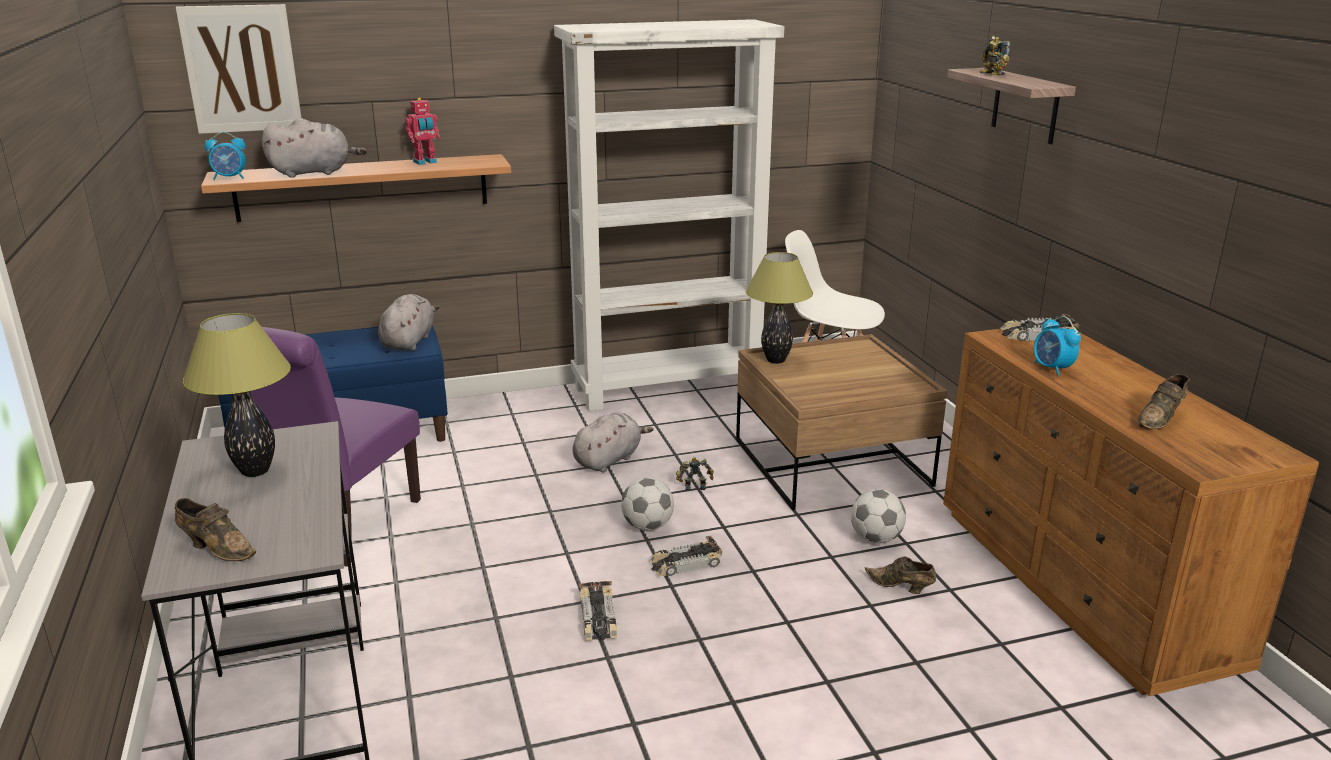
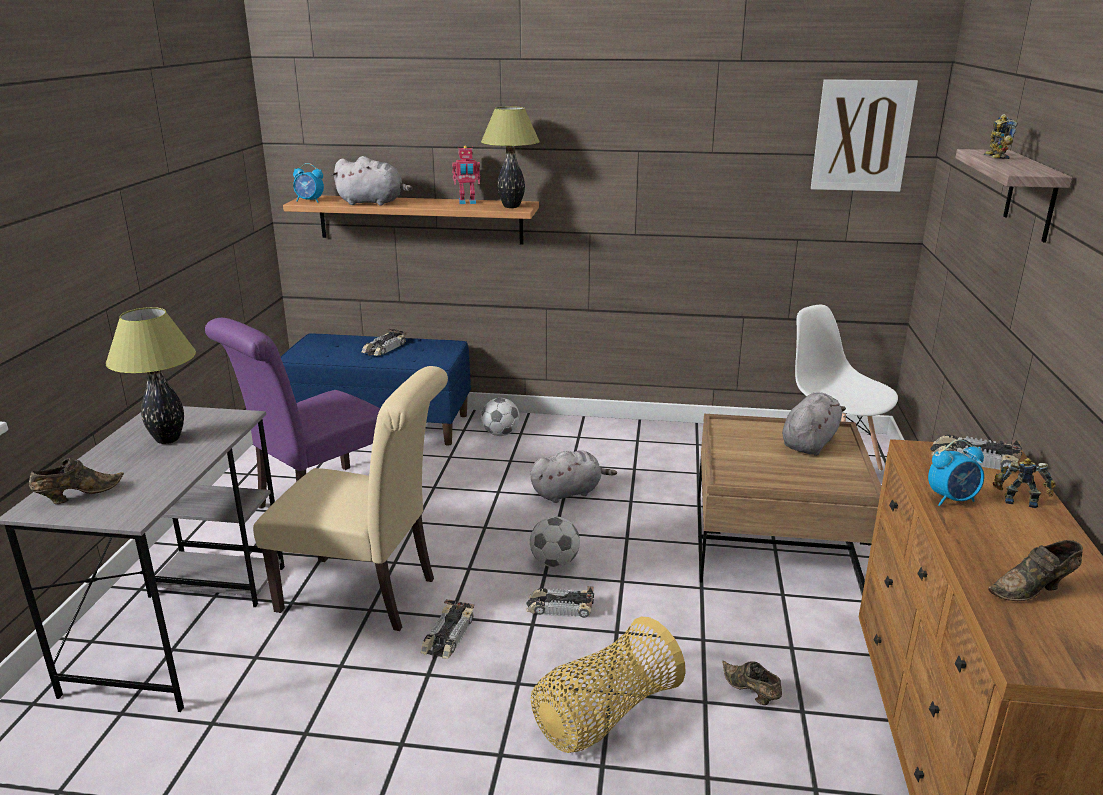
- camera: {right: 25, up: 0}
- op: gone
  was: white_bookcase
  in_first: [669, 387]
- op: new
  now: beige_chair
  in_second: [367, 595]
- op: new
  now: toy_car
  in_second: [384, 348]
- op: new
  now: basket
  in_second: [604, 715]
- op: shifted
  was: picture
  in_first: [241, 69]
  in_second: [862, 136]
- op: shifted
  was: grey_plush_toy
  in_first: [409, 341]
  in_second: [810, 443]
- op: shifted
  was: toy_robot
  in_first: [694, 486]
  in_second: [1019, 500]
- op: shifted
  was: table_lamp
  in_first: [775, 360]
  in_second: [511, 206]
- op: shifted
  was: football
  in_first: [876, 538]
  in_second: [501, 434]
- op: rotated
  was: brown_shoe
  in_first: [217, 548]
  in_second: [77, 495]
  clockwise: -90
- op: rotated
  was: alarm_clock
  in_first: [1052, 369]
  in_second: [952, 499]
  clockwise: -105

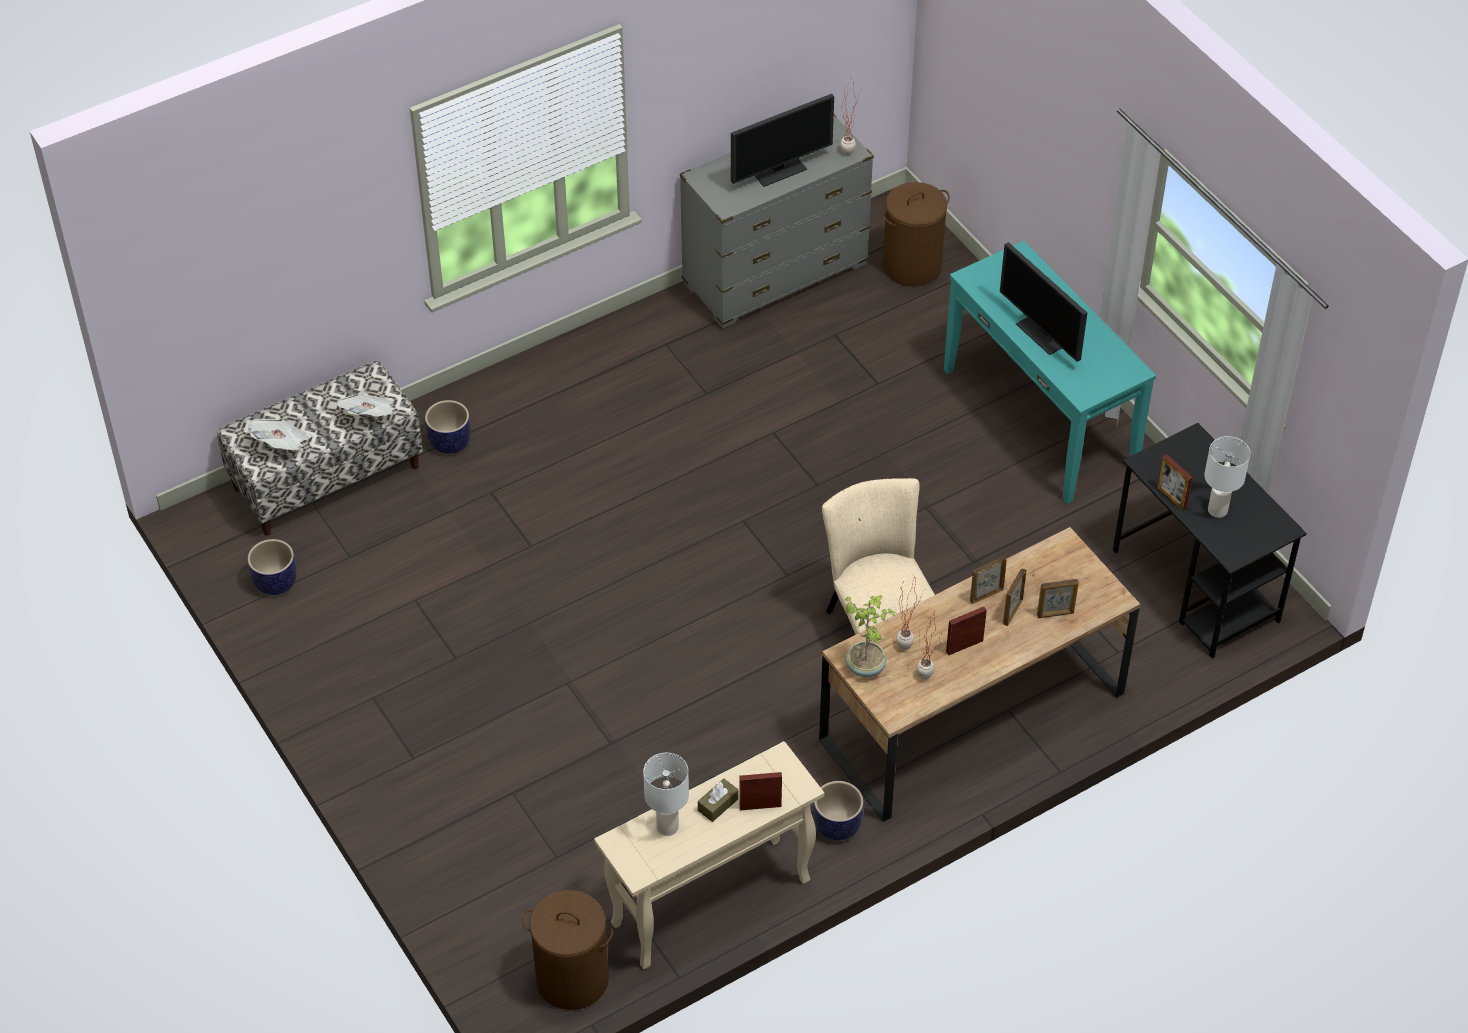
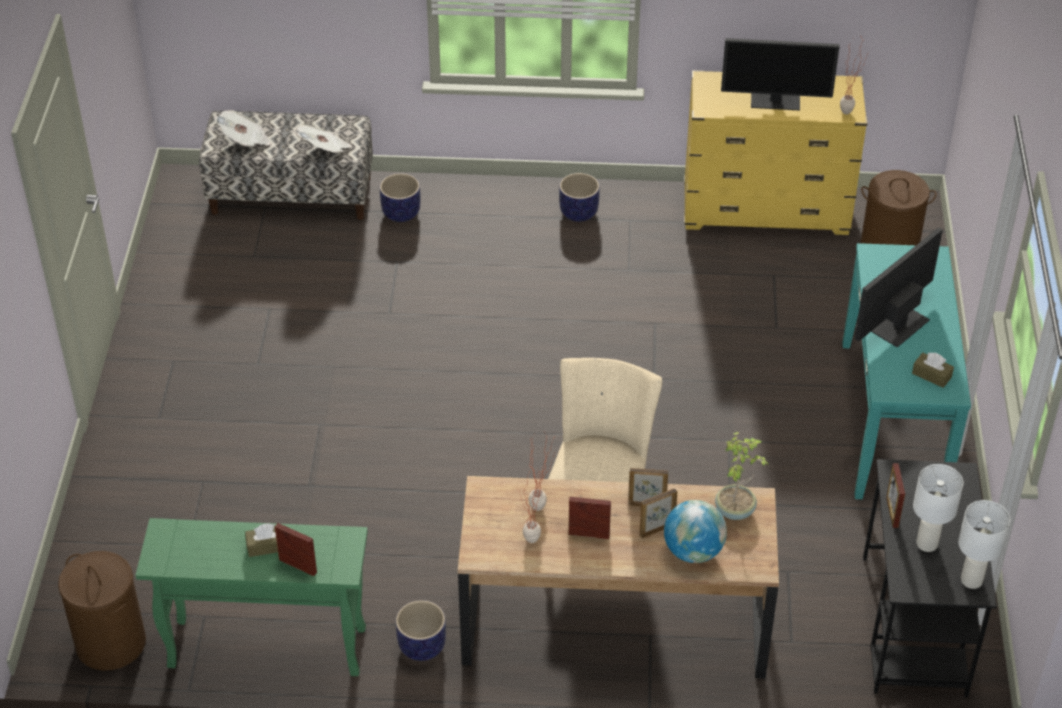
- camera: {right: 35, up: -5}
- op: new
  now: brown_tissue_box
  in_second: [931, 375]
- op: shifted
  was: planter
  in_first: [275, 582]
  in_second: [579, 212]
- op: shifted
  was: white_table_lamp
  in_first: [668, 826]
  in_second: [972, 580]
- op: shifted
  was: potted_plant
  in_first: [866, 666]
  in_second: [735, 510]
- op: swapped
  was: picture_frame
  now: globe
  in_first: [1055, 614]
  in_second: [693, 551]
- op: repainted
  was: beige_console_table
  now: green_console_table
  in_first: [709, 904]
  in_second: [265, 648]
- op: repainted
  was: grey_dresser
  now: yellow_dresser
  in_first: [775, 275]
  in_second: [766, 210]
- op: rotated
  was: monitor
  in_first: [1045, 333]
  in_second: [898, 325]
  clockwise: 45

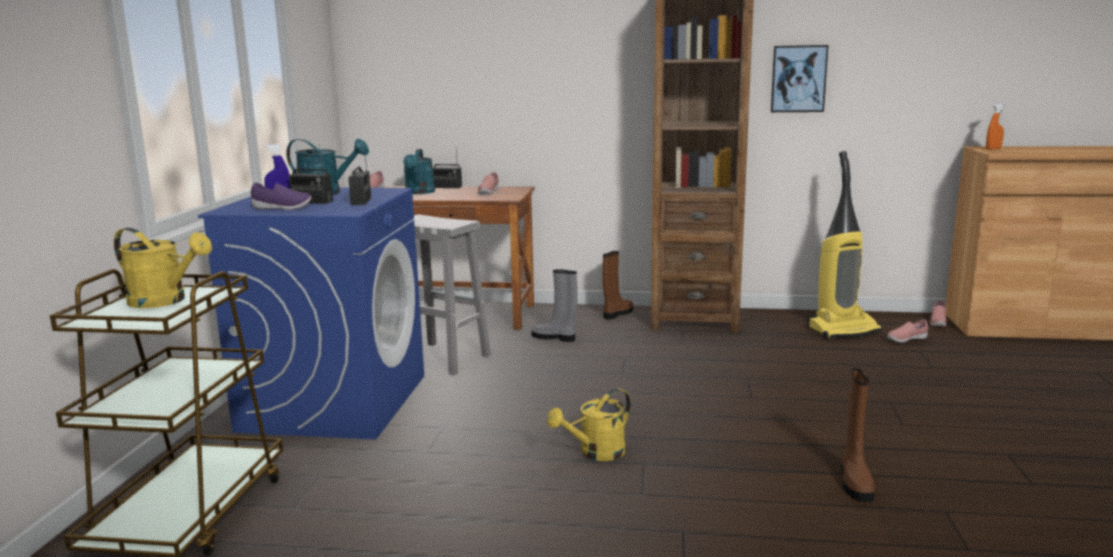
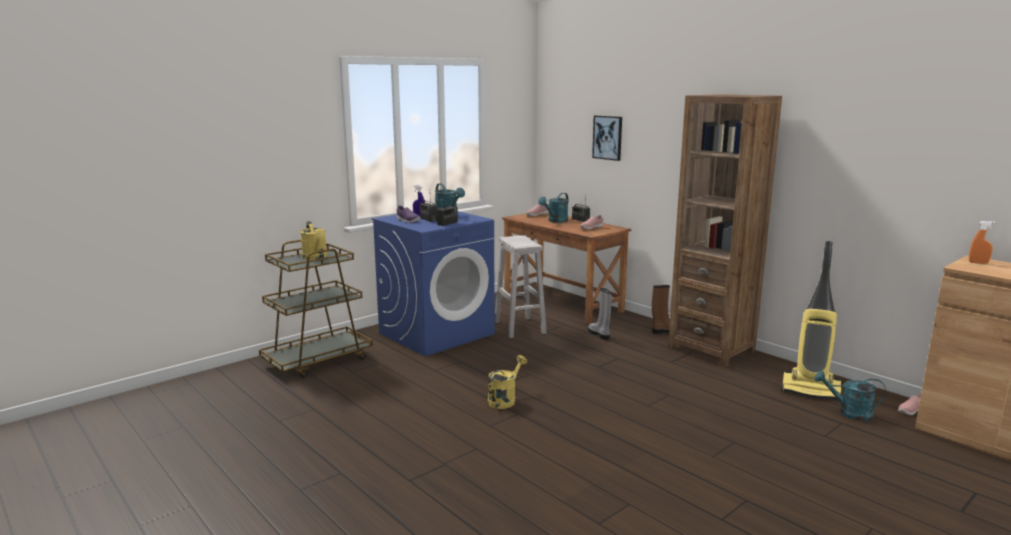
- camera: {right: 40, up: 0}
- op: gone
  was: brown_boot
  in_first: [854, 482]
- op: shifted
  was: picture
  in_first: [798, 79]
  in_second: [608, 137]
- op: swapped
  was: pink_shoe
  now: turquoise_watering_can
  in_first: [906, 340]
  in_second: [849, 413]
- op: rotated
  was: yellow_watering_can
  in_first: [595, 453]
  in_second: [504, 400]
  clockwise: 120

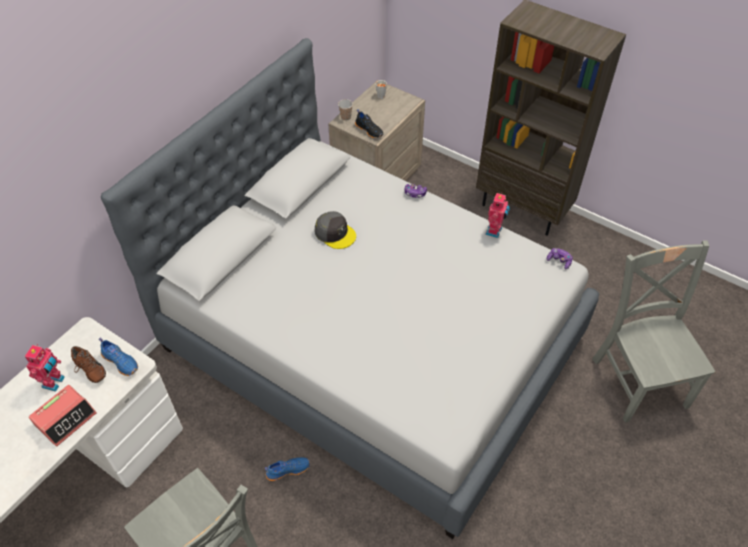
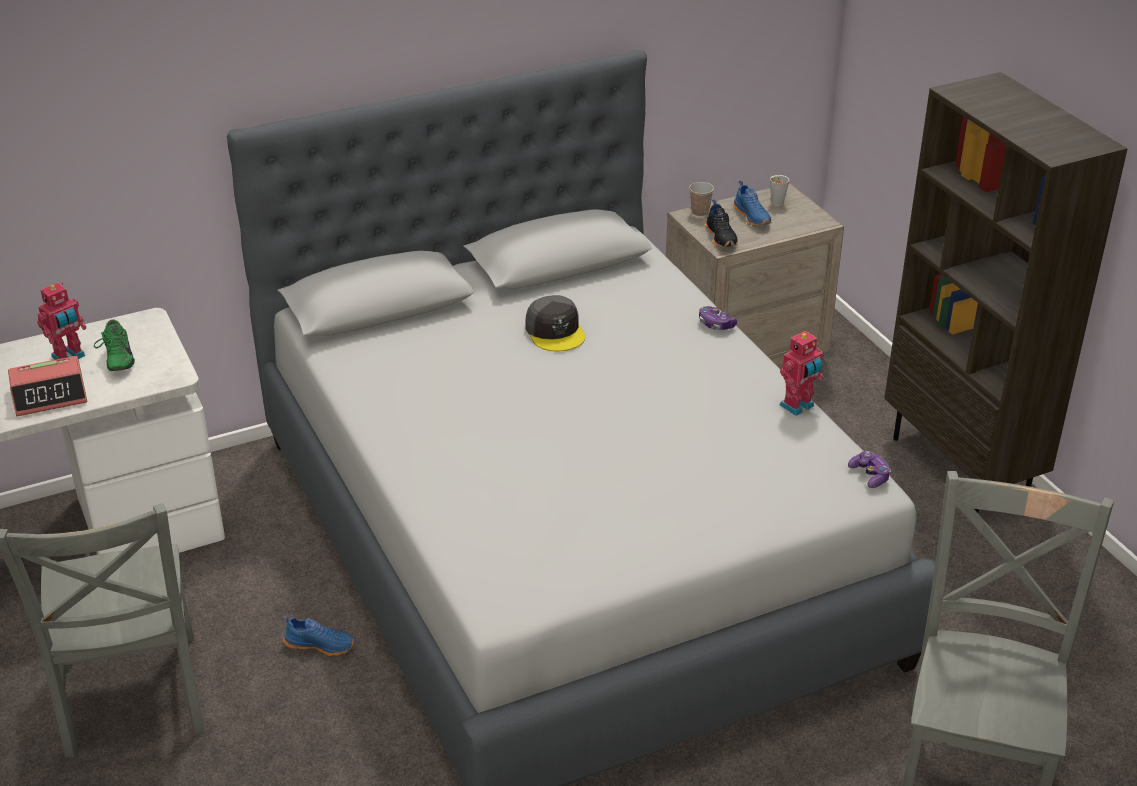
- camera: {right: 30, up: -15}
- op: shifted
  was: blue_shoe
  in_first: [121, 361]
  in_second: [753, 216]
- op: repainted
  was: brown_shoe
  now: green_shoe
  in_first: [89, 370]
  in_second: [116, 360]

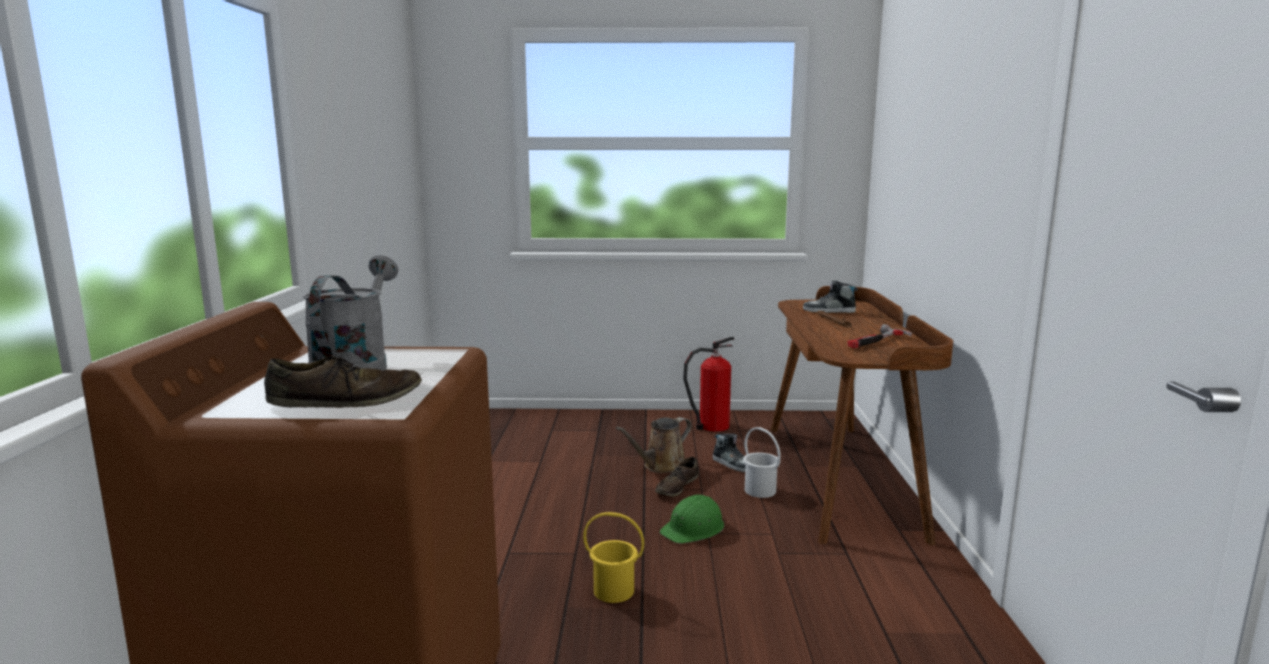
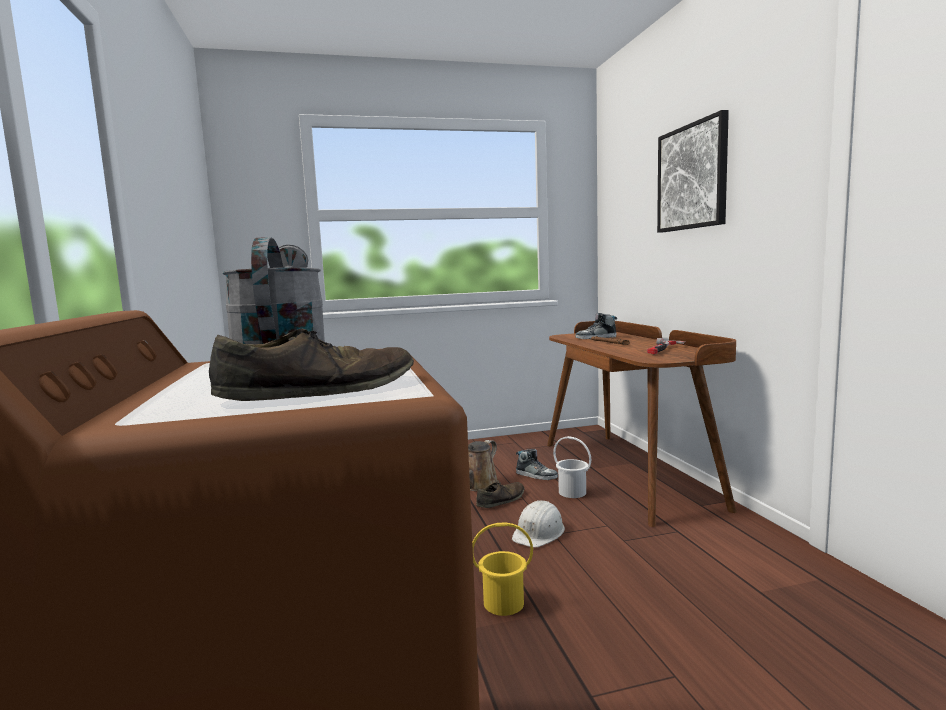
- camera: {right: -15, up: -5}
- op: gone
  was: fire_extinguisher
  in_first: [711, 426]
- op: new
  now: picture
  in_second: [692, 177]
- op: repainted
  was: green_hard_hat
  now: white_hard_hat
  in_first: [694, 528]
  in_second: [539, 532]
- op: rotated
  was: brown_shoe
  in_first: [677, 486]
  in_second: [501, 500]
  clockwise: -150

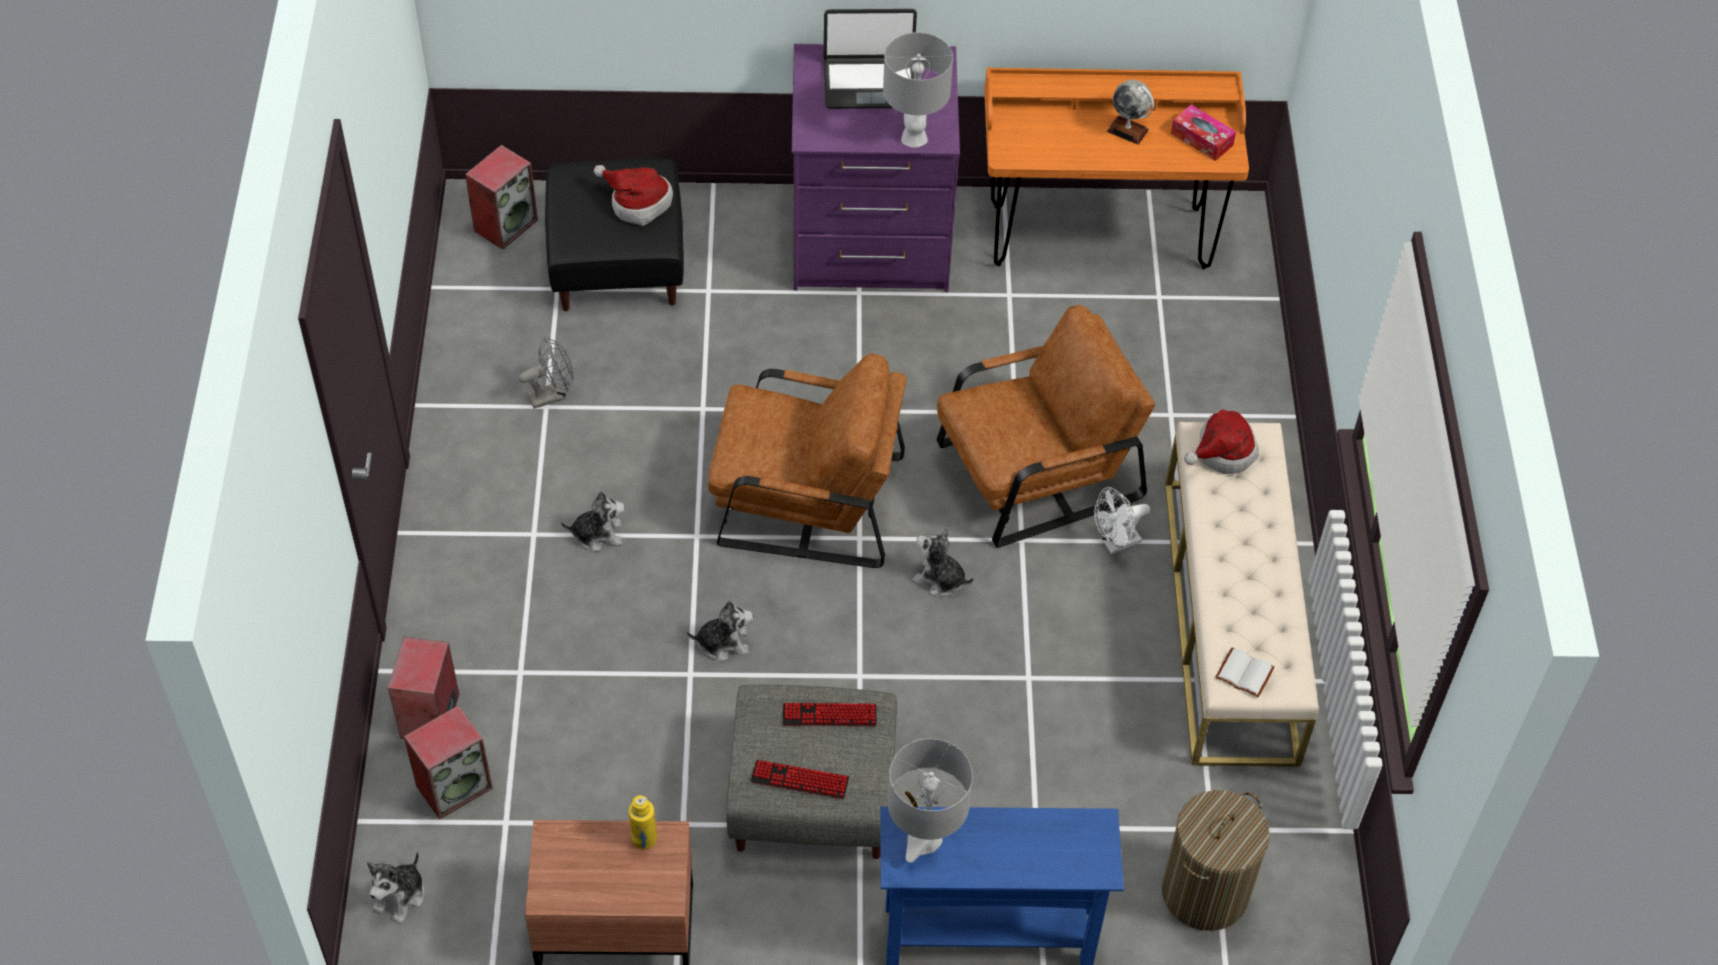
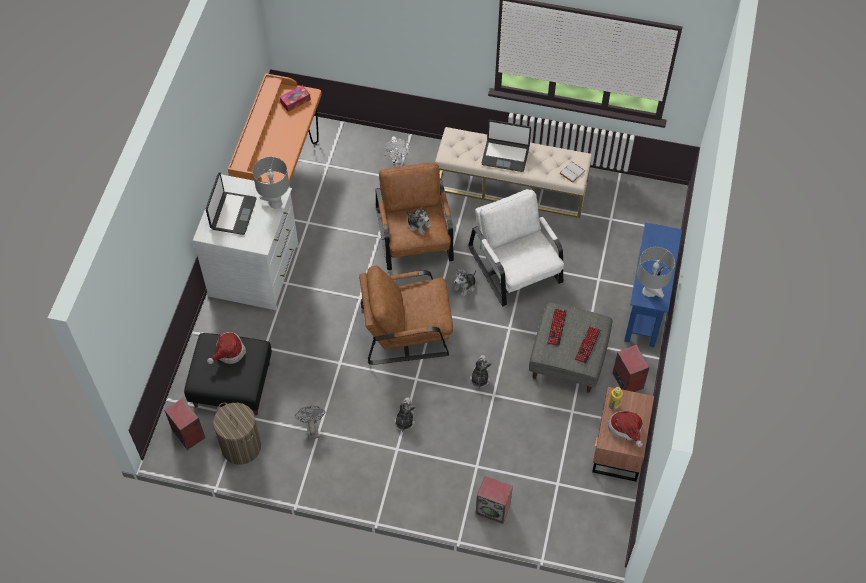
- camera: {right: -75, up: 5}
- op: gone
  was: globe
  in_first: [1127, 130]
- op: new
  now: white_armchair
  in_second: [516, 266]
- op: new
  now: laptop
  in_second: [505, 155]
- op: shifted
  was: plush_toy
  in_first: [400, 896]
  in_second: [418, 225]
- op: shifted
  was: speaker
  in_first: [454, 786]
  in_second: [627, 380]
- op: shifted
  was: white_fan
  in_first: [1116, 543]
  in_second: [396, 159]
- op: shifted
  was: laundry_basket
  in_first: [1204, 892]
  in_second: [241, 446]
- op: shifted
  was: hat
  in_first: [1221, 452]
  in_second: [626, 430]
- op: repainted
  was: purple_dresser
  now: white_dresser
  in_first: [870, 242]
  in_second: [255, 271]
- op: rotated
  was: brown_armchair
  in_first: [806, 499]
  in_second: [406, 329]
  clockwise: -120

